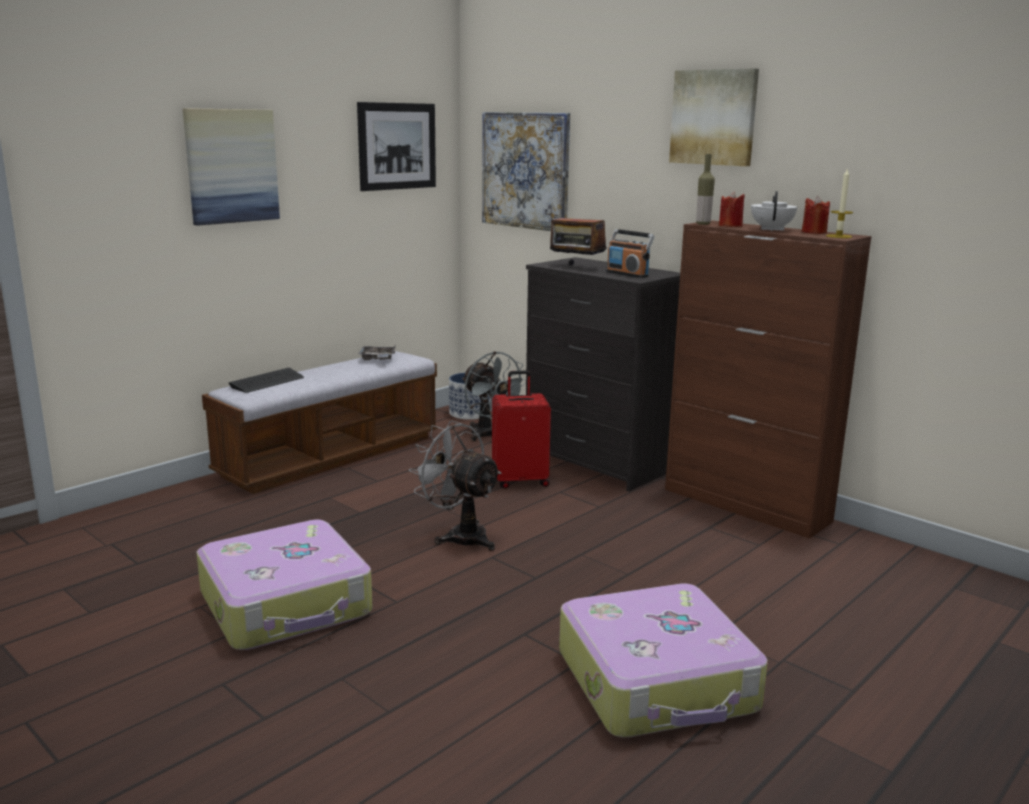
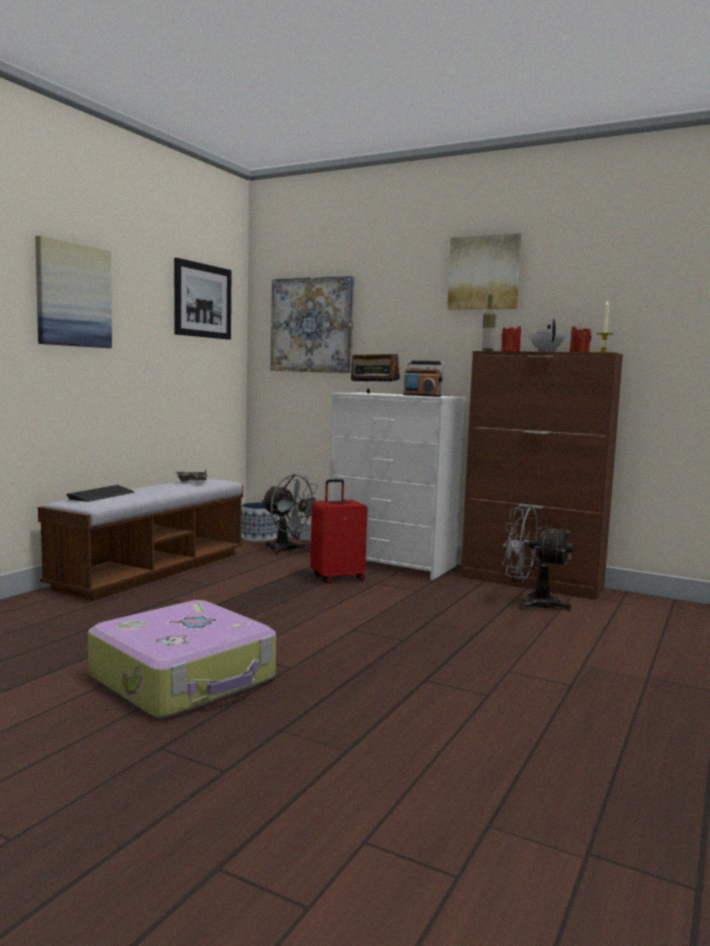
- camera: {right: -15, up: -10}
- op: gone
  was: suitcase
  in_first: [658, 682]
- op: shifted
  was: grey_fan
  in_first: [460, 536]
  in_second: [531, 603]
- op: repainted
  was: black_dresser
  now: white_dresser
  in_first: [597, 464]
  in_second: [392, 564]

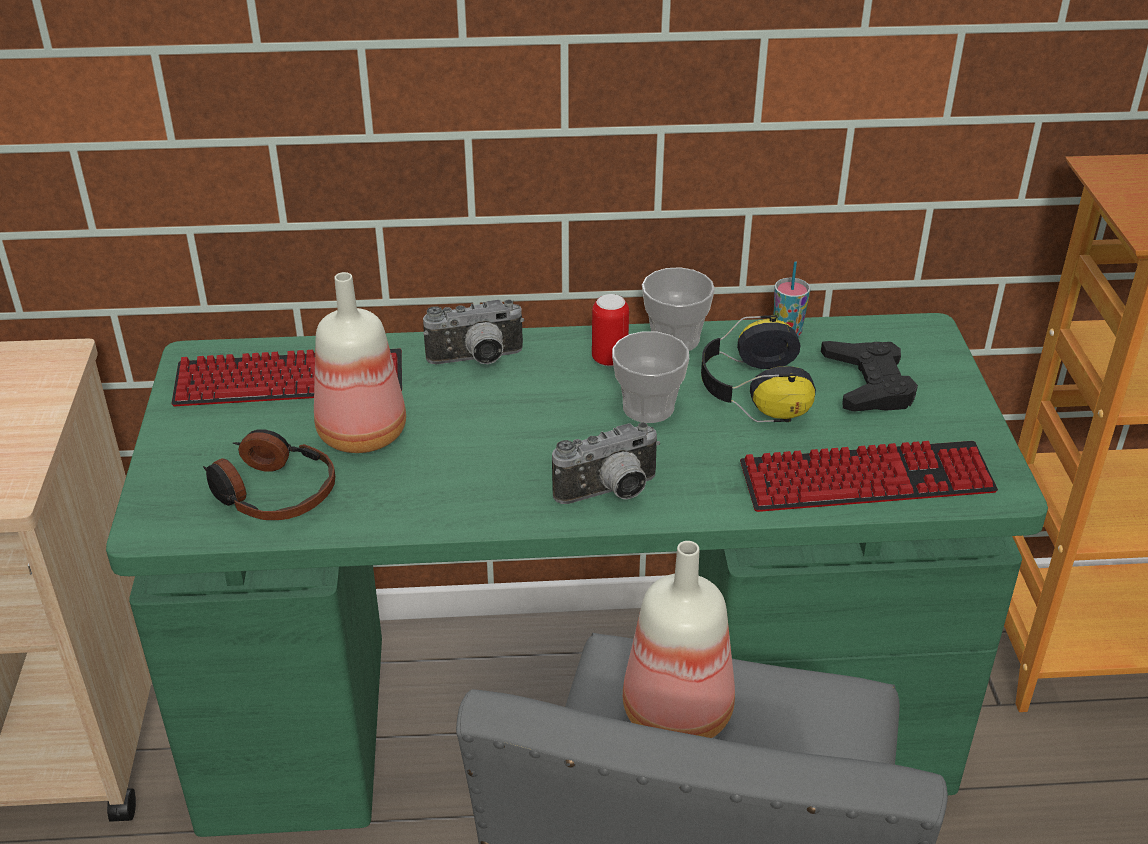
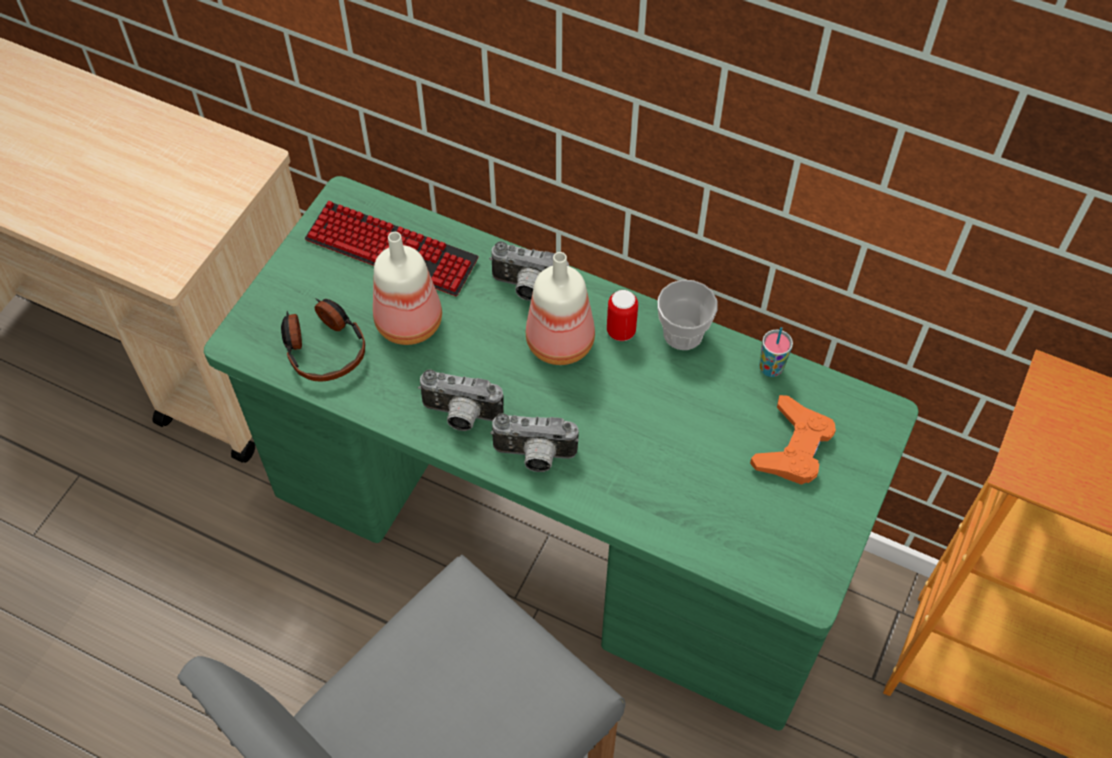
- camera: {right: 30, up: 20}
- op: gone
  was: cup
  in_first: [648, 407]
- op: gone
  was: headphones
  in_first: [752, 391]
- op: gone
  was: keyboard
  in_first: [866, 480]
- op: new
  now: photo_camera
  in_second: [460, 416]
- op: shifted
  was: bottle
  in_first: [676, 710]
  in_second: [560, 340]
- op: repainted
  was: black_game_controller
  now: orange_game_controller
  in_first: [868, 384]
  in_second: [793, 447]

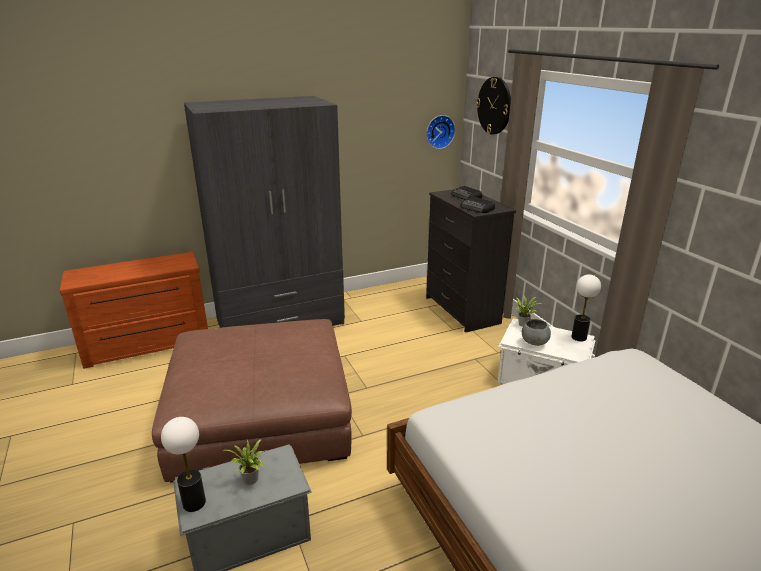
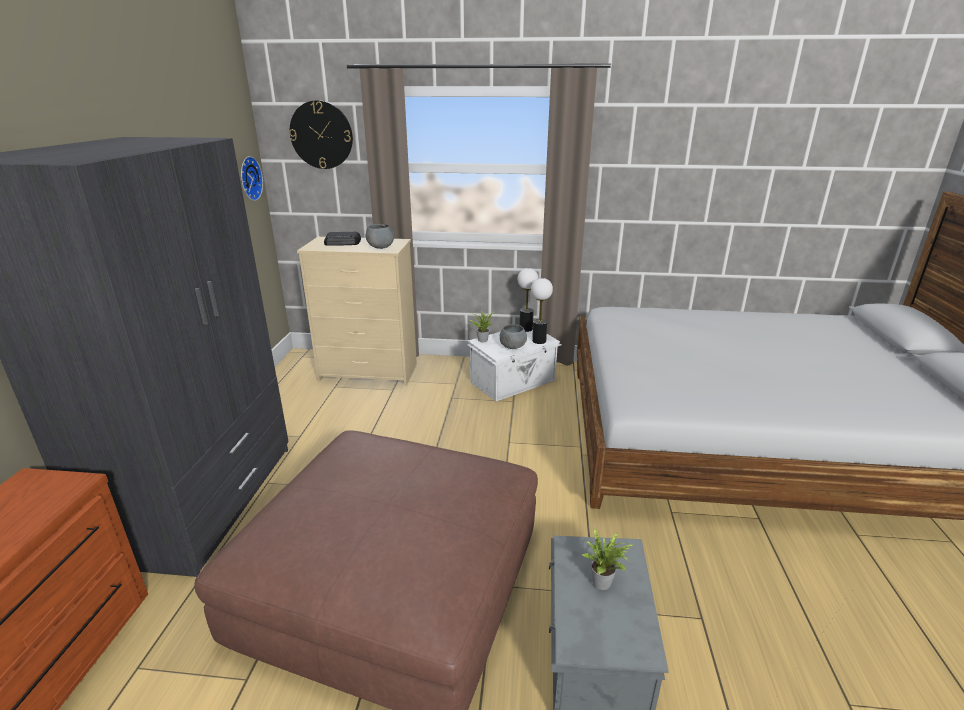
- camera: {right: -60, up: 0}
- op: shifted
  was: table_lamp
  in_first: [194, 503]
  in_second: [539, 341]
- op: swapped
  was: radio
  now: grey_bowl
  in_first: [477, 208]
  in_second: [381, 247]
- op: repainted
  was: black_dresser
  now: beige_dresser
  in_first: [462, 310]
  in_second: [369, 372]

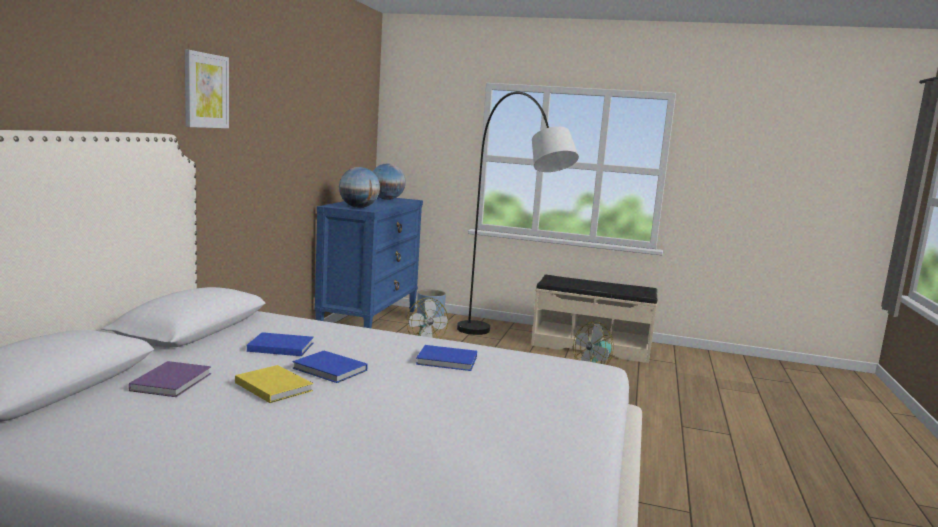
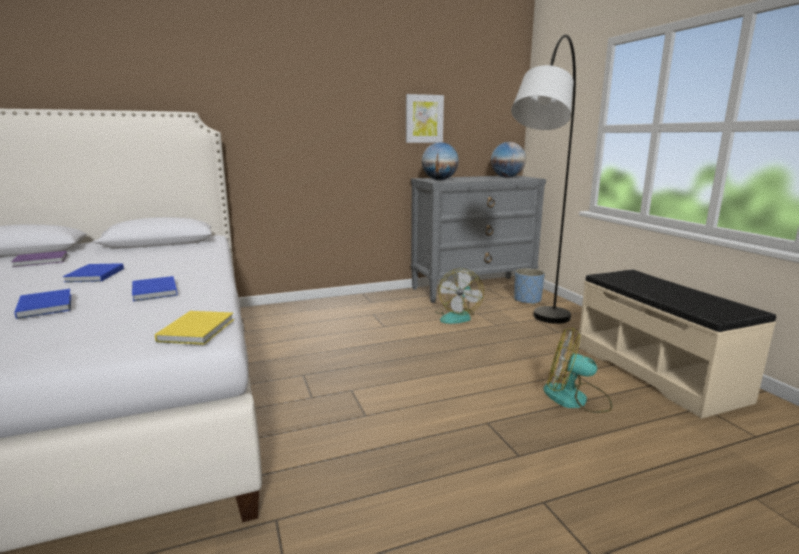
- camera: {right: 55, up: 5}
- op: shifted
  was: picture
  in_first: [205, 90]
  in_second: [424, 119]
- op: shifted
  was: yellow_book
  in_first: [273, 386]
  in_second: [199, 329]
- op: shifted
  was: blue_book
  in_first: [279, 347]
  in_second: [46, 305]
- op: repainted
  was: blue_dresser
  now: grey_dresser
  in_first: [369, 322]
  in_second: [473, 289]

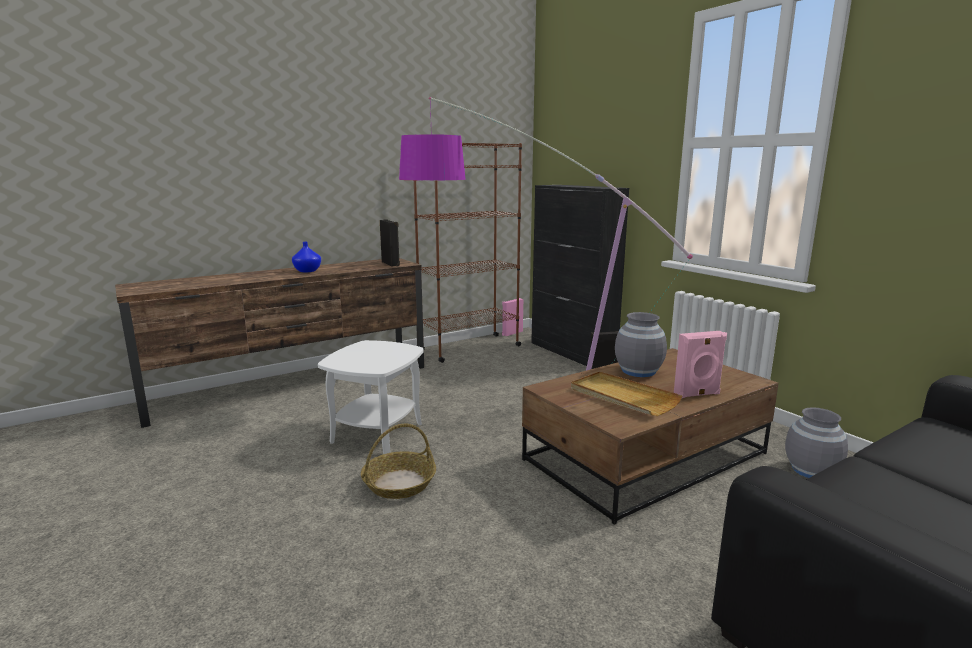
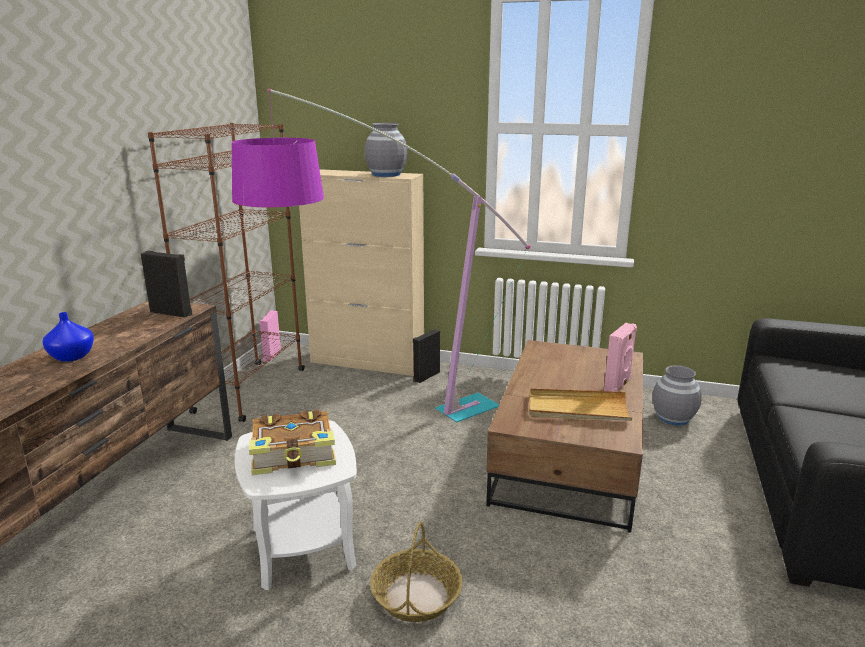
- camera: {right: -40, up: 5}
- op: new
  now: book
  in_second: [294, 454]
- op: shifted
  was: grey_vase
  in_first: [638, 371]
  in_second: [386, 174]
- op: repainted
  was: black_cabinet
  now: beige_cabinet
  in_first: [572, 353]
  in_second: [368, 362]

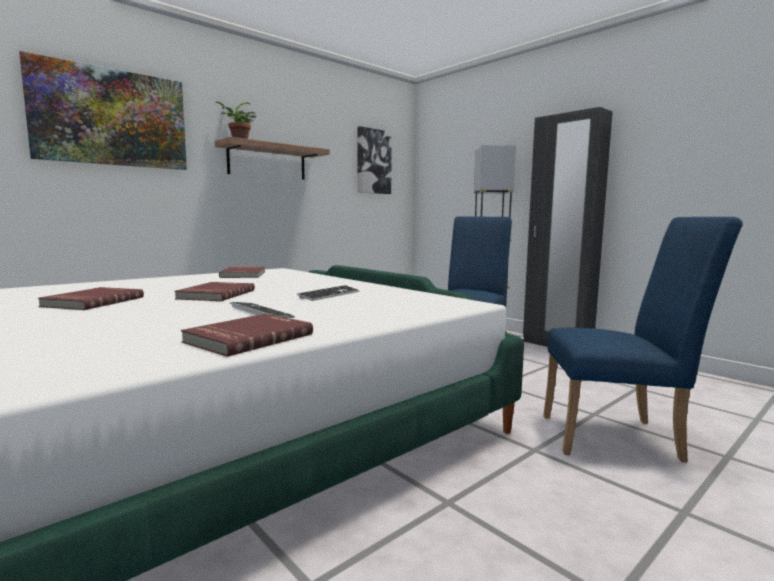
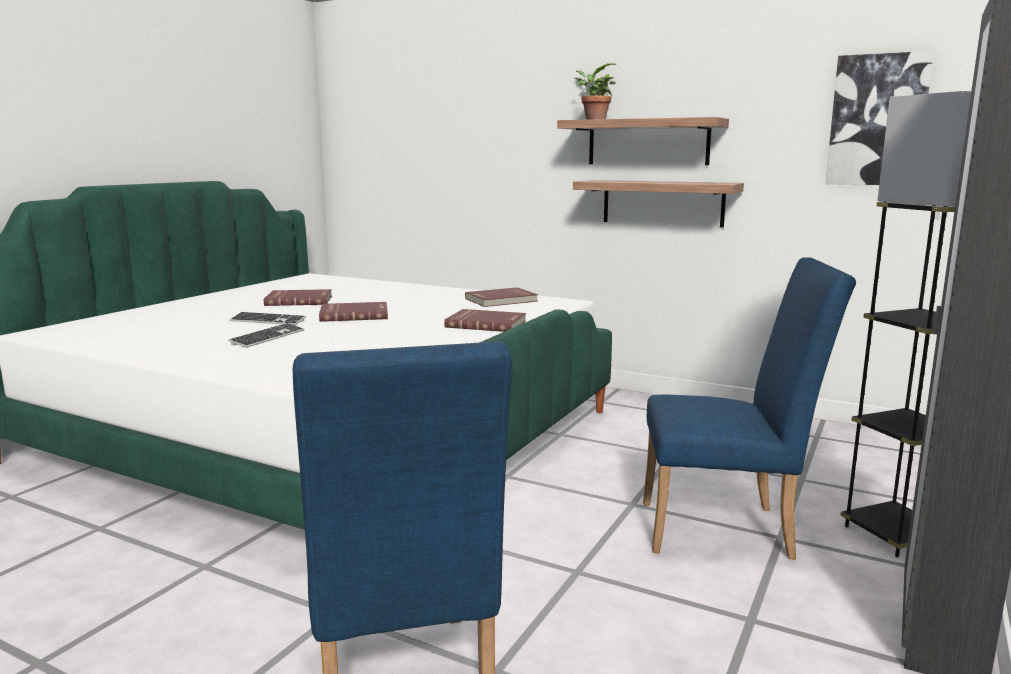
- camera: {right: 70, up: 5}
- op: gone
  was: picture
  in_first: [111, 117]
- op: new
  now: shelf
  in_second: [662, 203]
- op: shifted
  was: red_book
  in_first: [248, 338]
  in_second: [486, 324]
- op: shifted
  was: keyboard
  in_first: [329, 295]
  in_second: [268, 321]

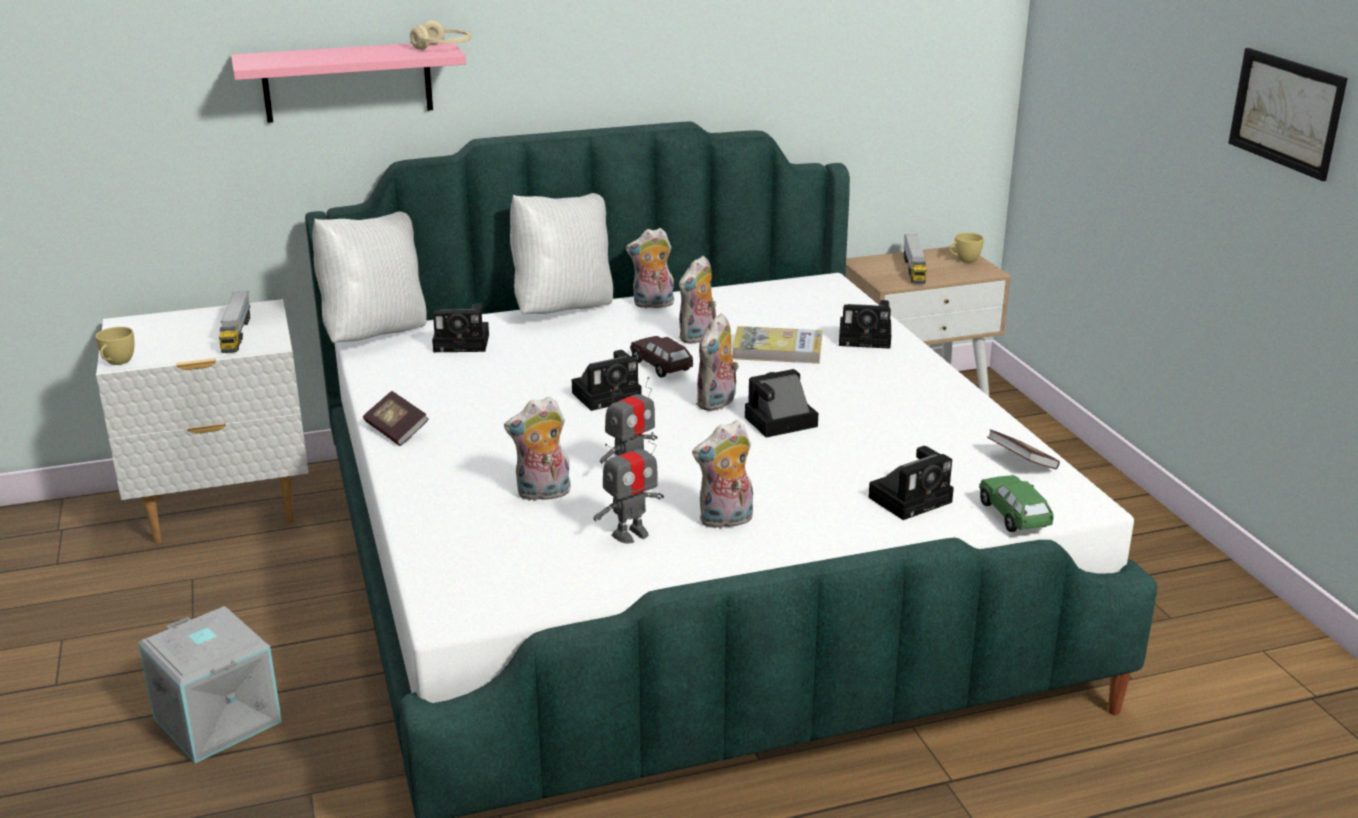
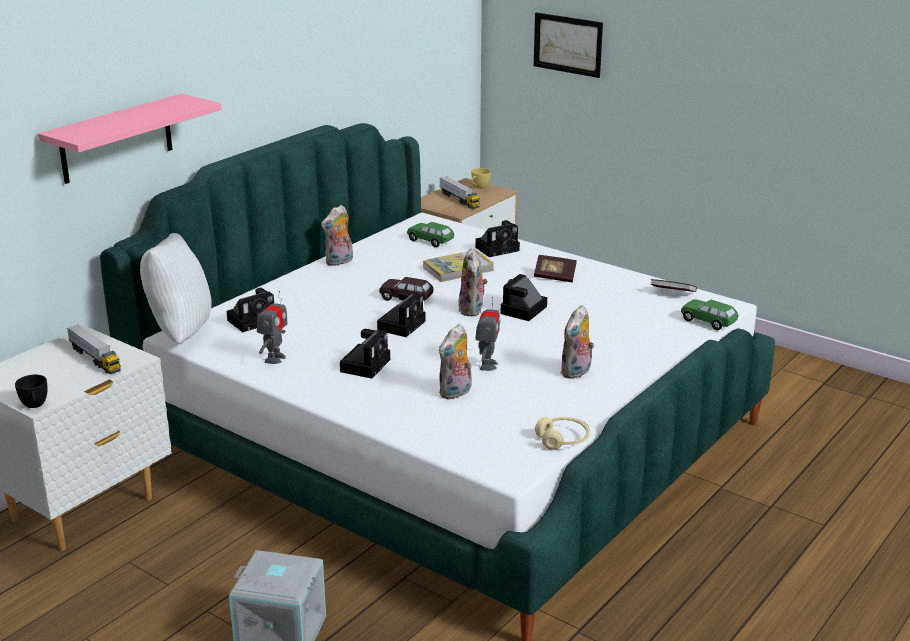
- camera: {right: -35, up: 0}
- op: gone
  was: white_pillow
  in_first: [563, 309]
- op: gone
  was: plush_toy
  in_first: [698, 338]
- op: new
  now: green_toy_car
  in_second: [430, 241]
- op: shifted
  was: book
  in_first: [396, 431]
  in_second: [554, 277]
- op: shifted
  was: beige_headphones
  in_first: [443, 48]
  in_second: [563, 440]
- op: shifted
  was: toy_robot
  in_first: [630, 534]
  in_second: [274, 358]
- op: shifted
  was: photo_camera
  in_first: [912, 498]
  in_second: [366, 364]
- op: shifted
  was: picture
  in_first: [1286, 112]
  in_second: [567, 44]
- op: repainted
  was: yellow_cup
  now: black_cup
  in_first: [117, 363]
  in_second: [35, 405]

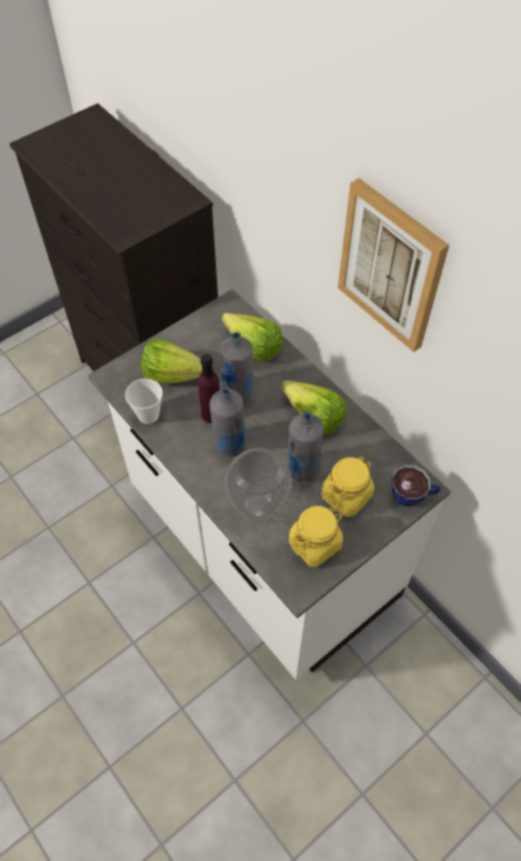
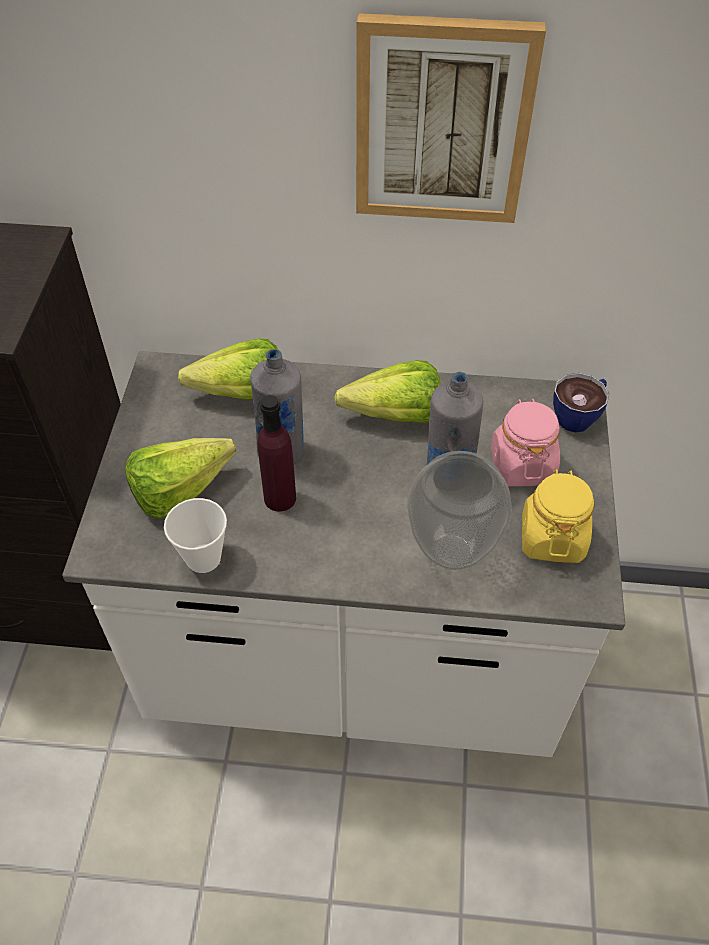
- camera: {right: -45, up: -5}
- op: gone
  was: grey_bottle
  in_first: [229, 444]
- op: repainted
  was: yellow_jar
  now: pink_jar
  in_first: [346, 496]
  in_second: [521, 465]

